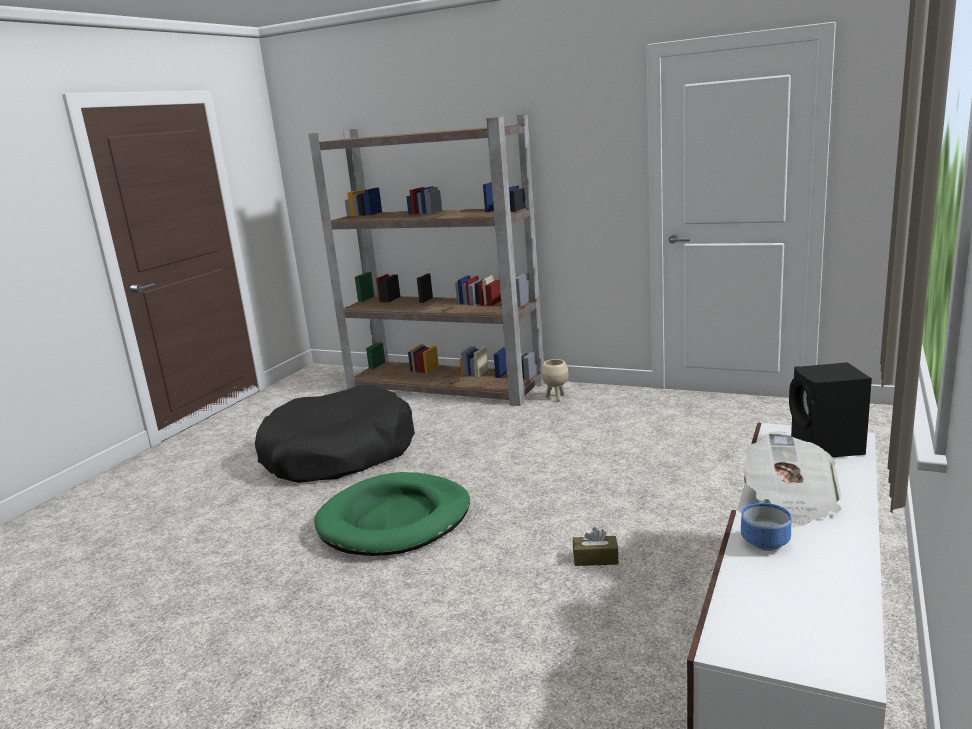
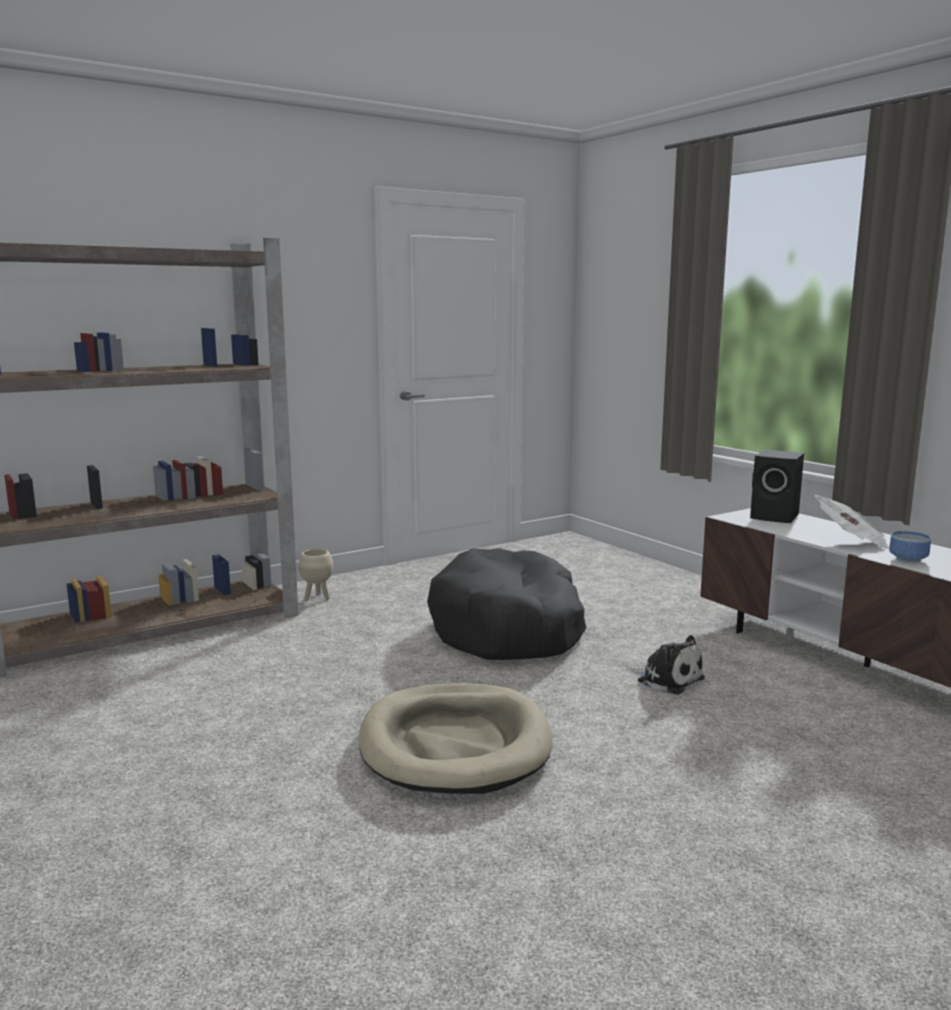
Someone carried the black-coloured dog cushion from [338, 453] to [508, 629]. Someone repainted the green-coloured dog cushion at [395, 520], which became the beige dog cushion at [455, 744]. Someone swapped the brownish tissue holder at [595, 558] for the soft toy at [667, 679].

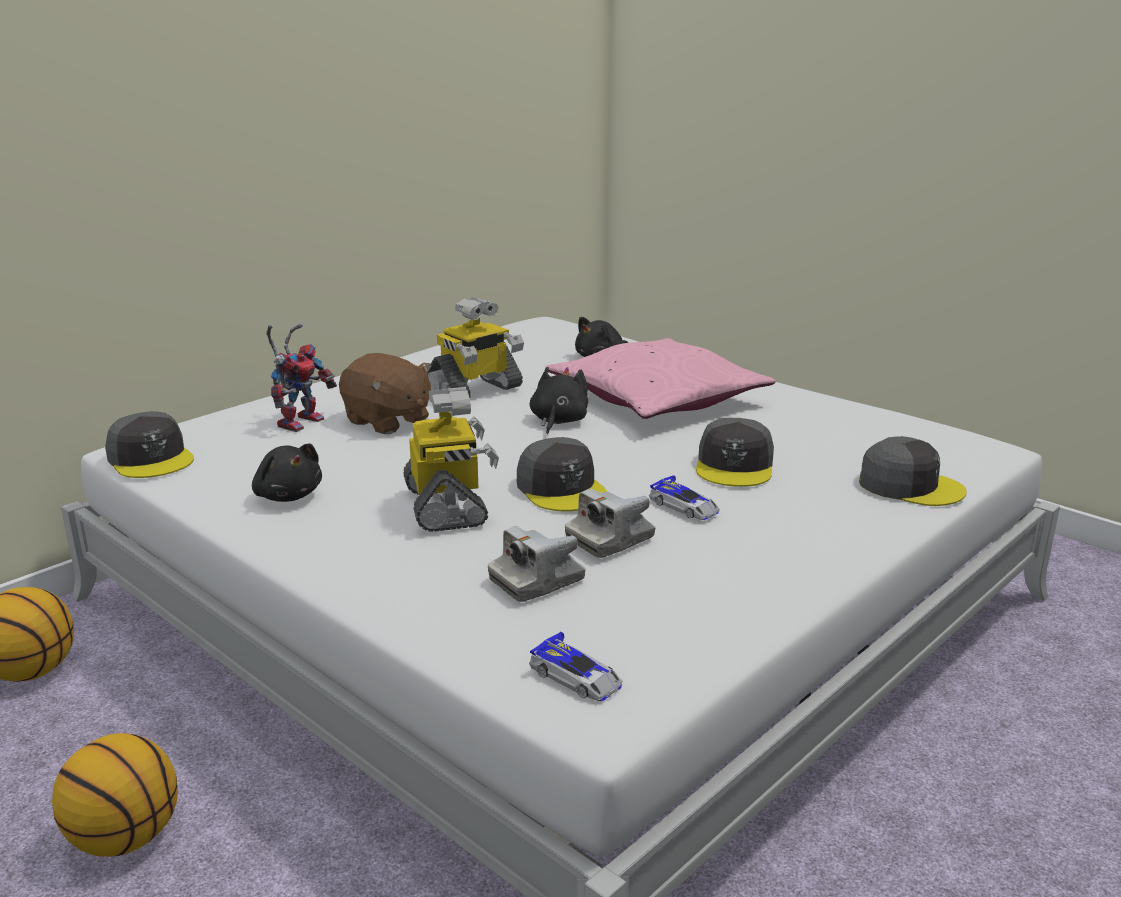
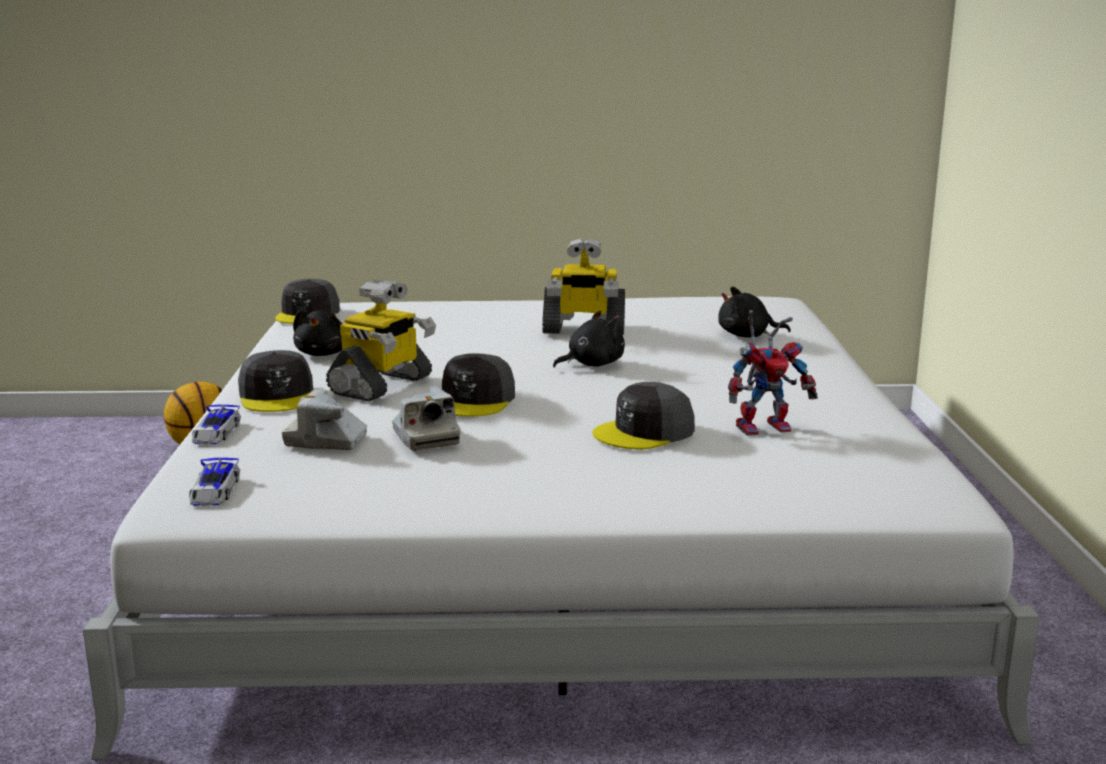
Someone carried the robot figure from [301, 421] to [765, 426]. Someone took away the pinkish pillow at [656, 399]. Someone took away the brownish soft toy at [387, 421]. Someone carried the gray cap from [909, 486] to [278, 396]. Someone carried the miniature car from [685, 507] to [215, 433]. Someone rotated the still camera at [610, 539] by 120 degrees counterclockwise. Someone took away the basketball ball at [125, 838].

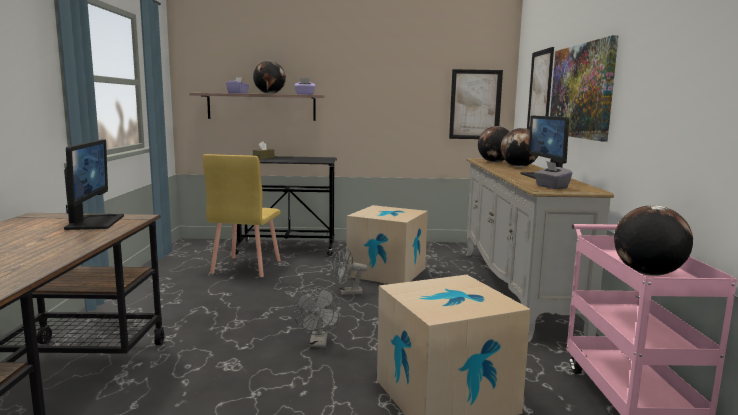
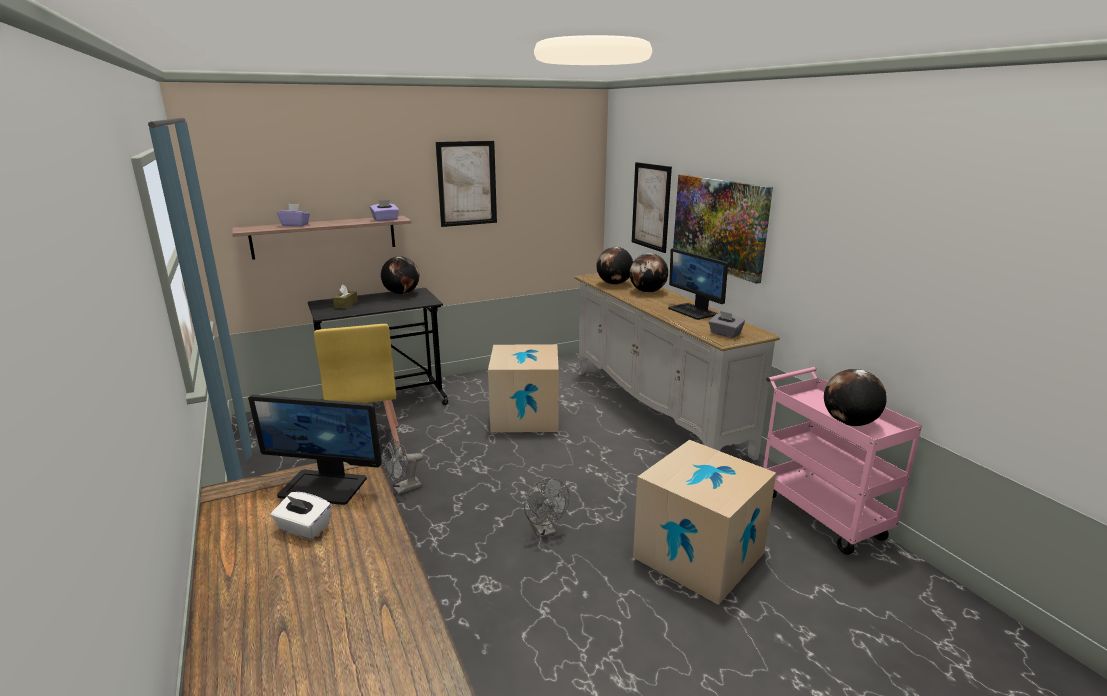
Someone carried the desk globe from [269, 94] to [401, 294]. Someone carried the picture from [475, 104] to [467, 183]. Someone rotated the computer display at [94, 222] by 135 degrees clockwise. Someone carried the gray cooling fan from [347, 293] to [403, 489]. Someone put down the white tissue holder at [303, 528].

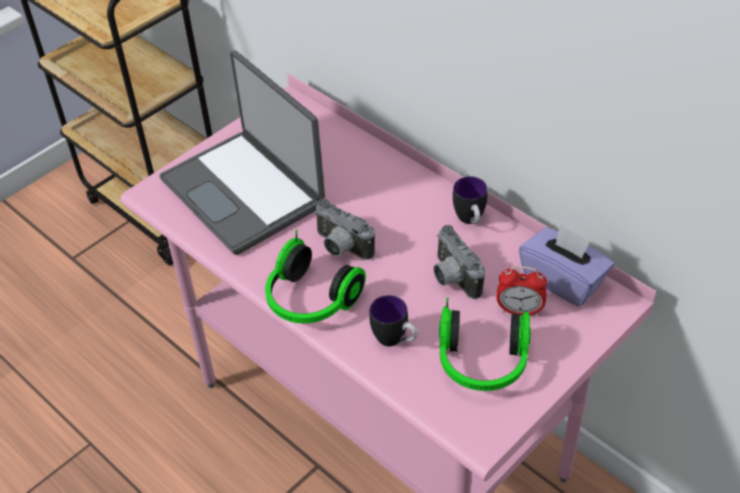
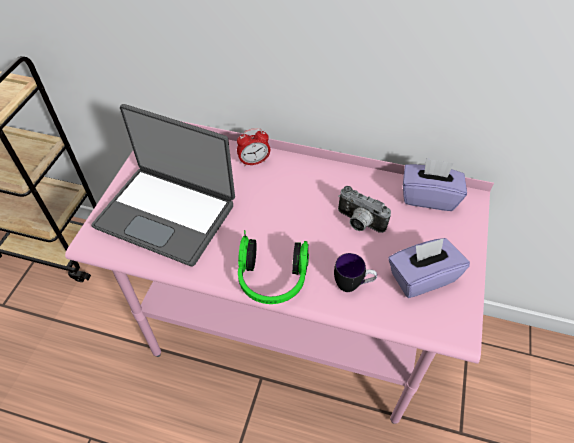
Someone took away the tea mug at [470, 221]. Someone took away the still camera at [340, 248]. Someone carried the alarm clock from [519, 310] to [254, 162]. Someone swapped the pair of headphones at [482, 364] for the purple tissue holder at [421, 277].

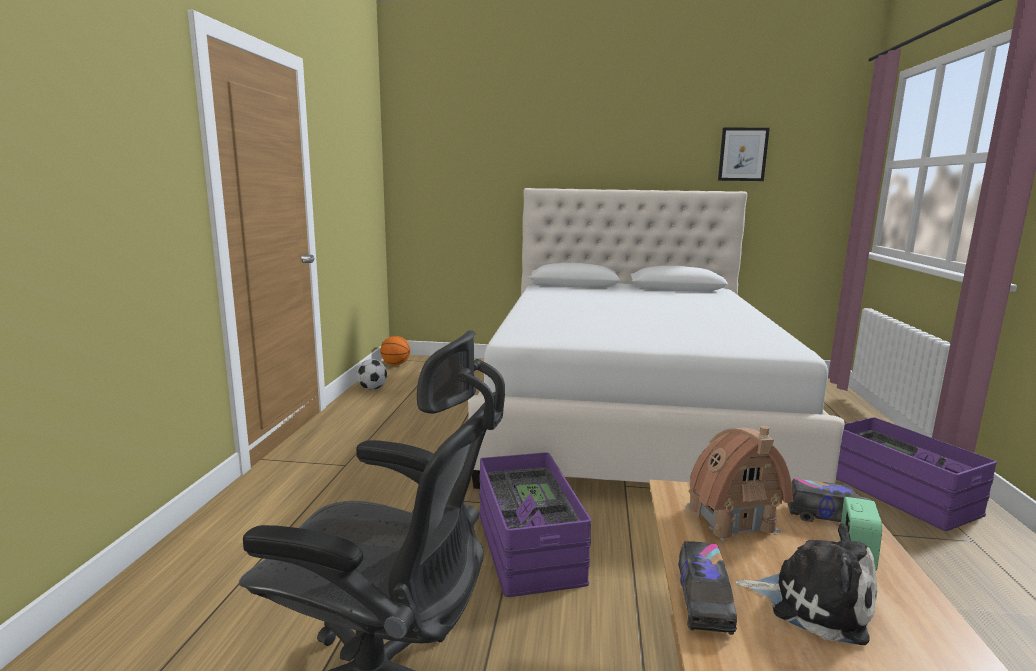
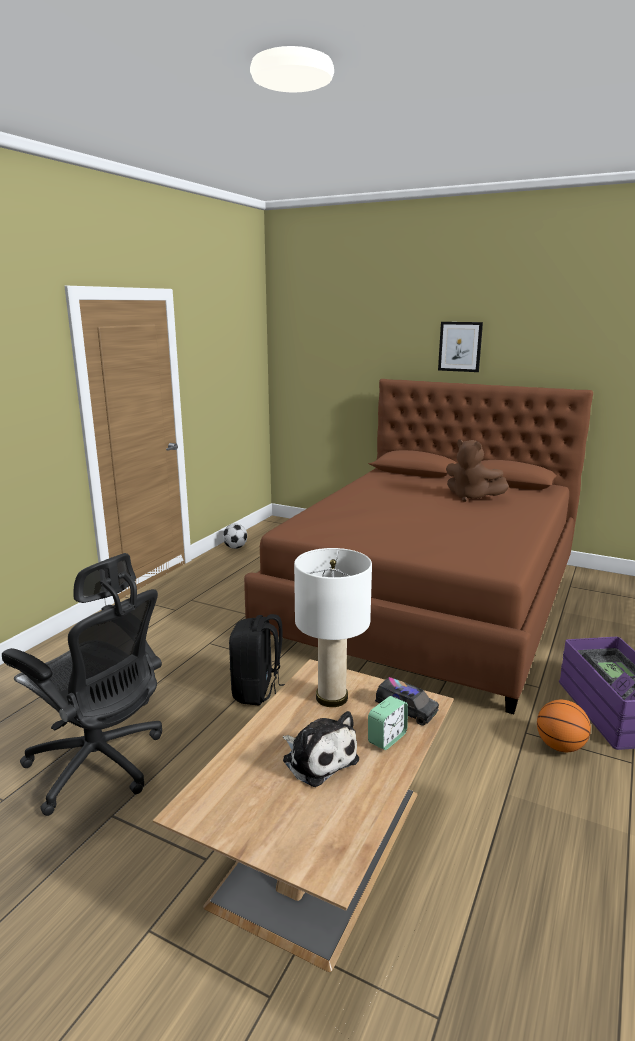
Someone carried the picture from [742, 154] to [460, 346]. Someone repainted the white sleeping bed at [630, 416], which became the brownish sleeping bed at [428, 600]. Someone carried the basketball ball from [395, 364] to [560, 746]. Someone swapped the toy house at [731, 519] for the white lamp for a table at [332, 697]. Someone swapped the purple storage container at [530, 545] for the black-coloured knapsack at [258, 691]. Someone took away the model truck at [704, 602]. Someone put down the brownish soft toy at [471, 497].

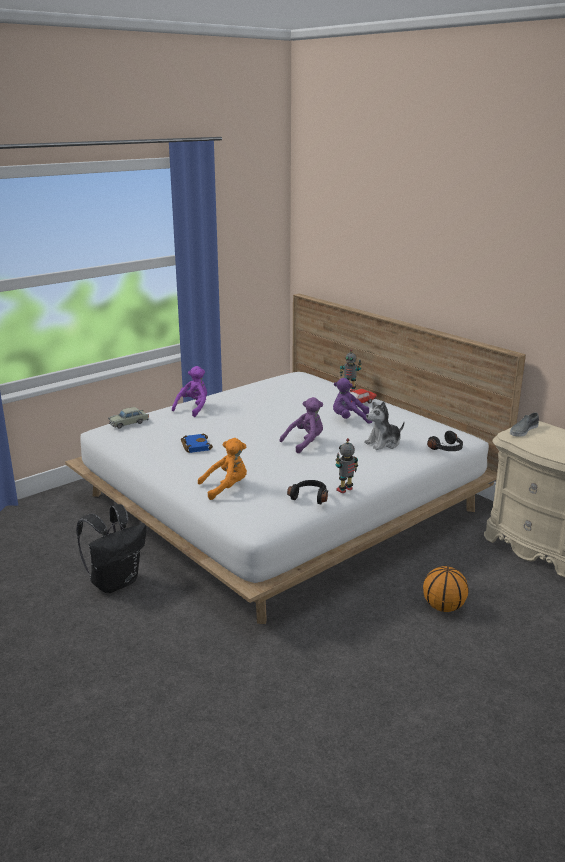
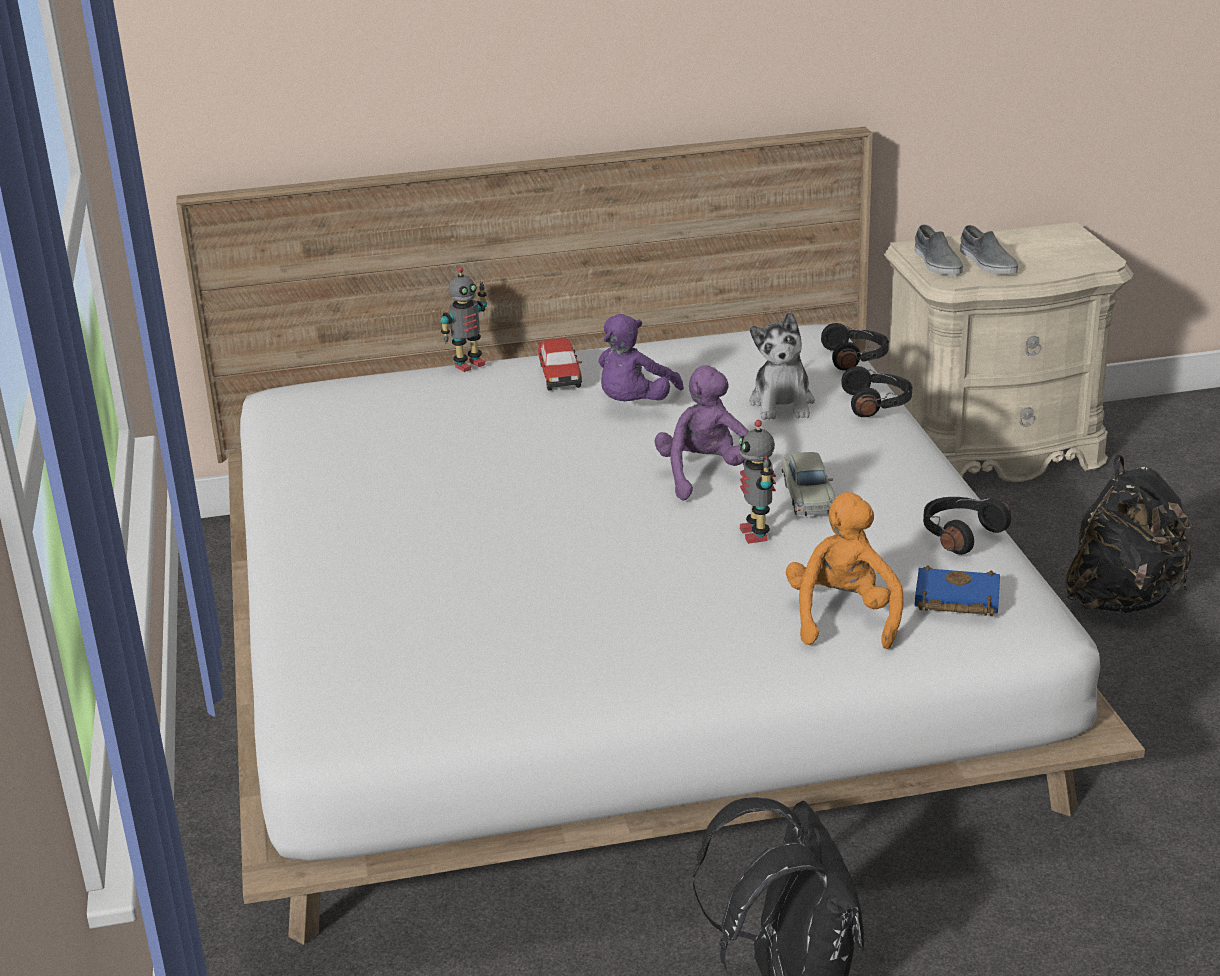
Someone took away the purple soft toy at [193, 408]. Someone carried the beige miniature car from [129, 423] to [808, 496]. Someone carried the blue-coloured volume from [195, 446] to [954, 600]. Someone carried the robot figure from [345, 490] to [756, 534]. Someone swapped the basketball ball at [444, 607] for the black-coloured knapsack at [1121, 599]. Someone put down the gray shoe at [987, 262]. Someone put down the black-coloured pair of headphones at [877, 404].

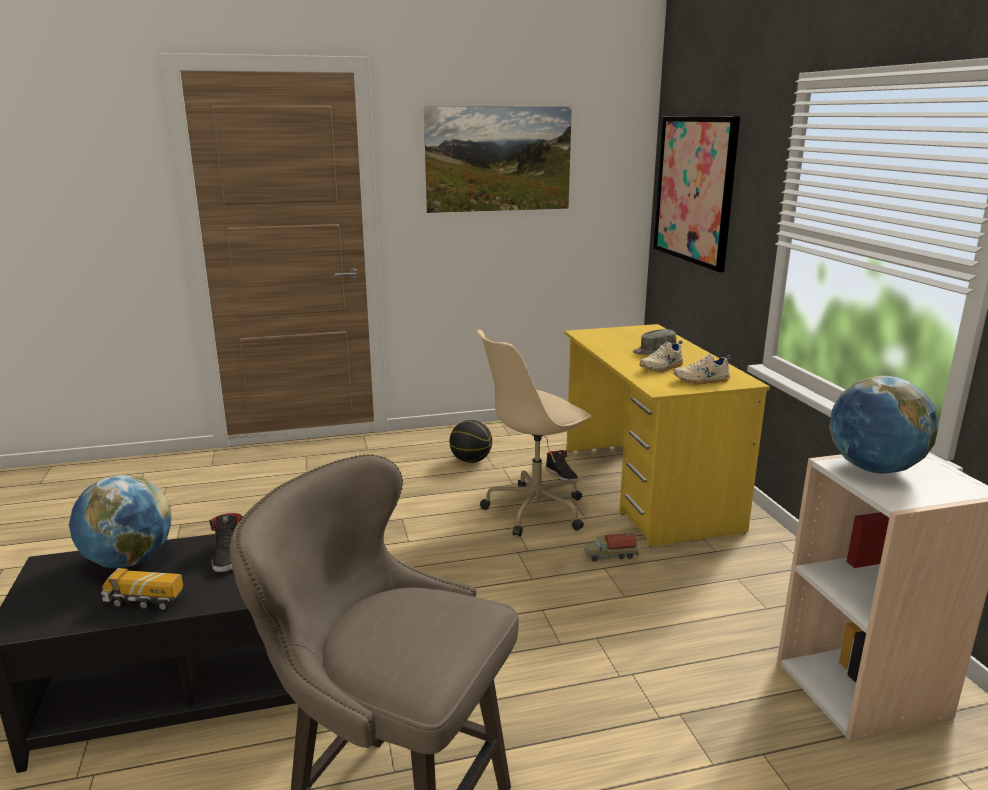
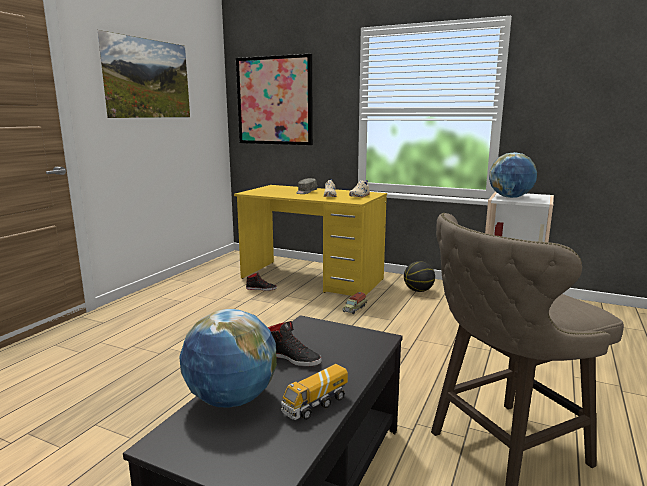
Someone took away the beige office chair at [533, 512]. Someone carried the basketball ball from [471, 460] to [418, 291].

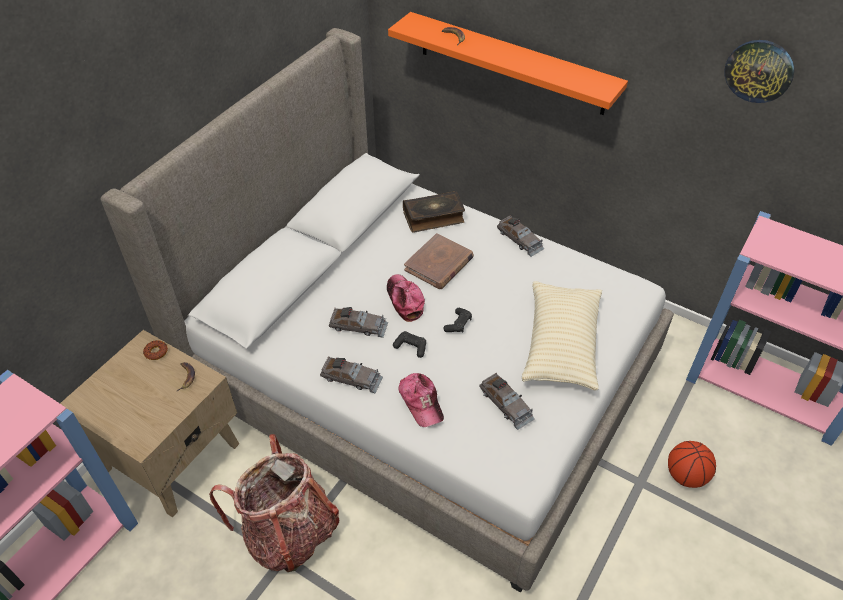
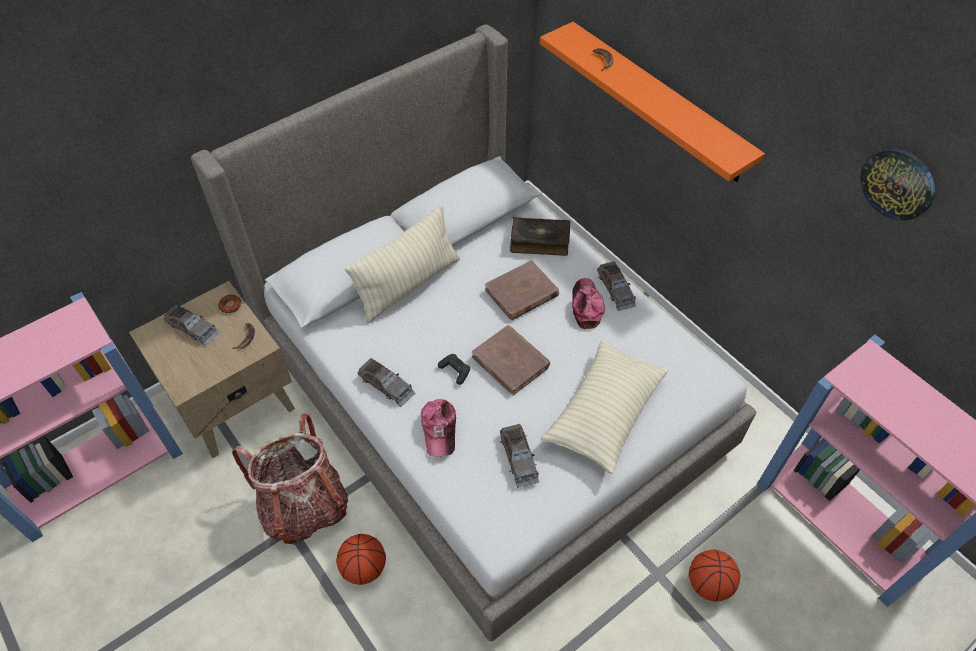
Someone carried the cap from [404, 300] to [586, 306]. Someone carried the gray miniature car from [358, 326] to [192, 328]. Someone swapped the black-coloured joypad at [458, 324] for the brownish volume at [511, 361]. Someone put down the beige pillow at [408, 285]. Someone put down the basketball ball at [364, 567].

